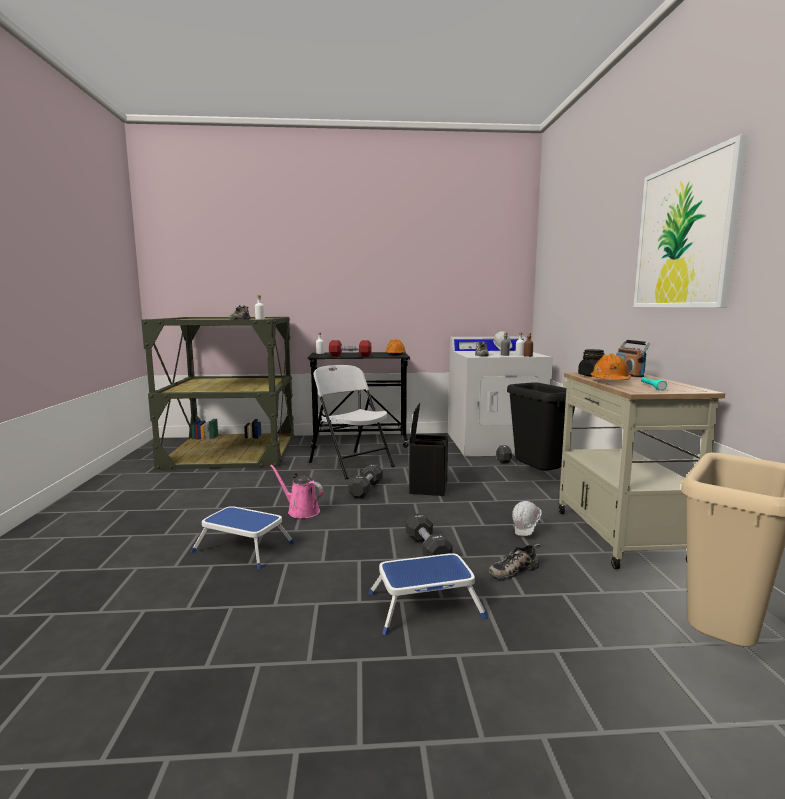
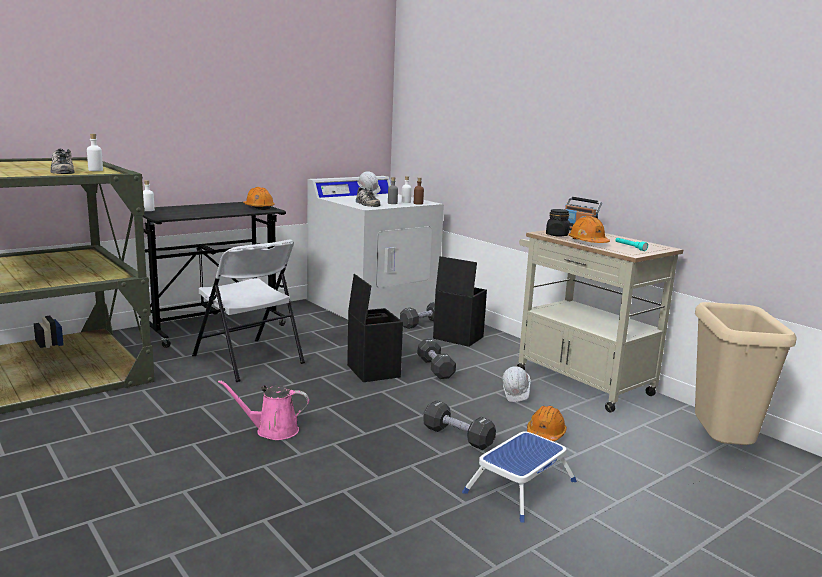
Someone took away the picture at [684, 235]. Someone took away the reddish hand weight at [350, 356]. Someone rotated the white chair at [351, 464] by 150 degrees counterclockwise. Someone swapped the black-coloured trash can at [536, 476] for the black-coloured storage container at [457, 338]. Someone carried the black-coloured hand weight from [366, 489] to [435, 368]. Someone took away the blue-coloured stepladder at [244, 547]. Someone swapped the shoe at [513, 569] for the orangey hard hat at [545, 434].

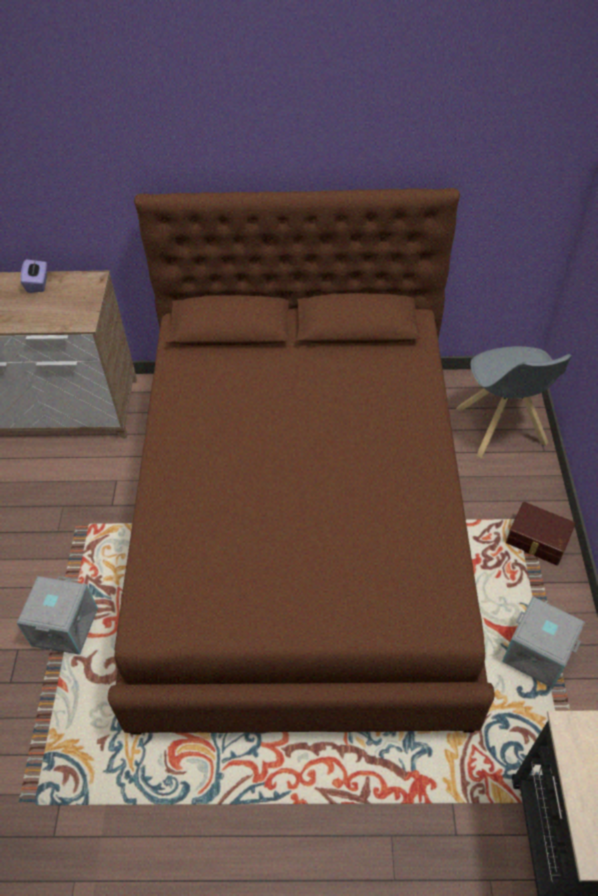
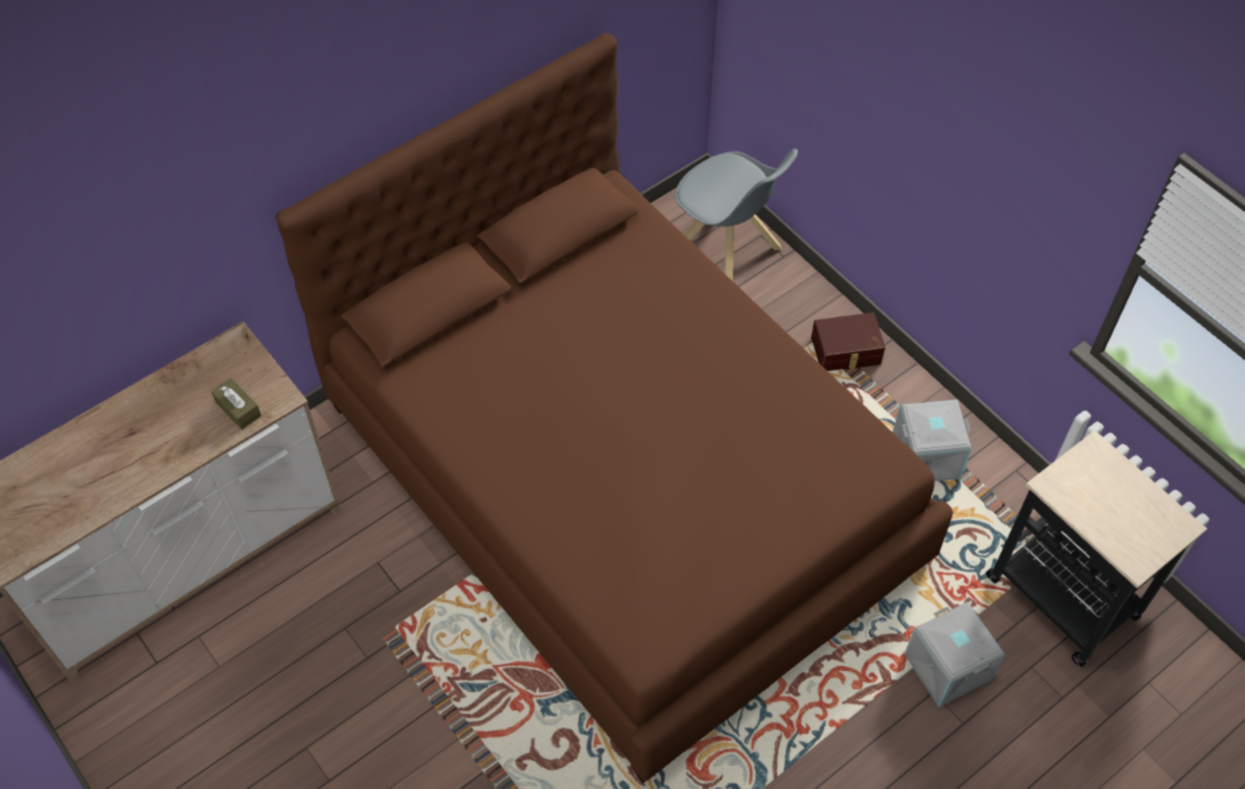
Someone took away the purple tissue holder at [38, 284]. Someone carried the gray storage container from [64, 626] to [945, 667]. Someone put down the brownish tissue holder at [238, 409].

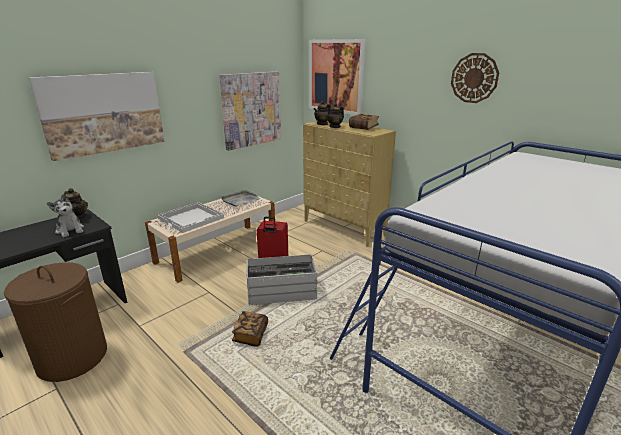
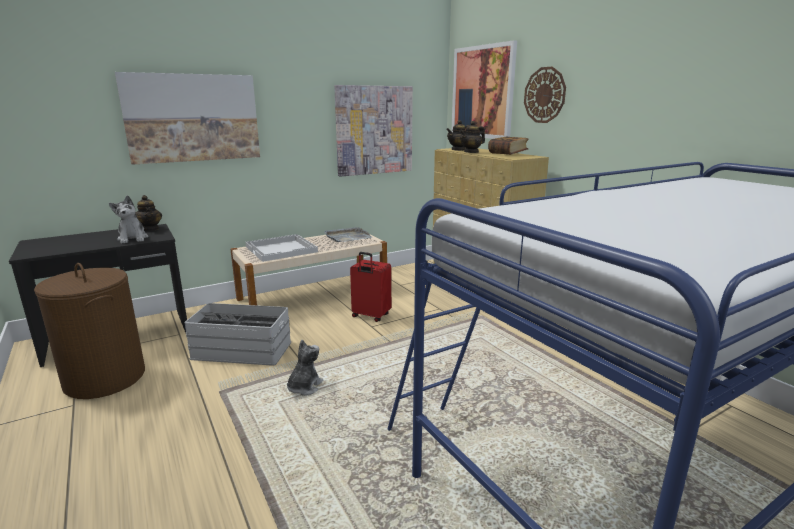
Someone carried the clock on the wall from [474, 78] to [544, 95]. Someone carried the gray storage container from [281, 292] to [241, 350]. Someone swapped the volume at [251, 335] for the soft toy at [304, 387].

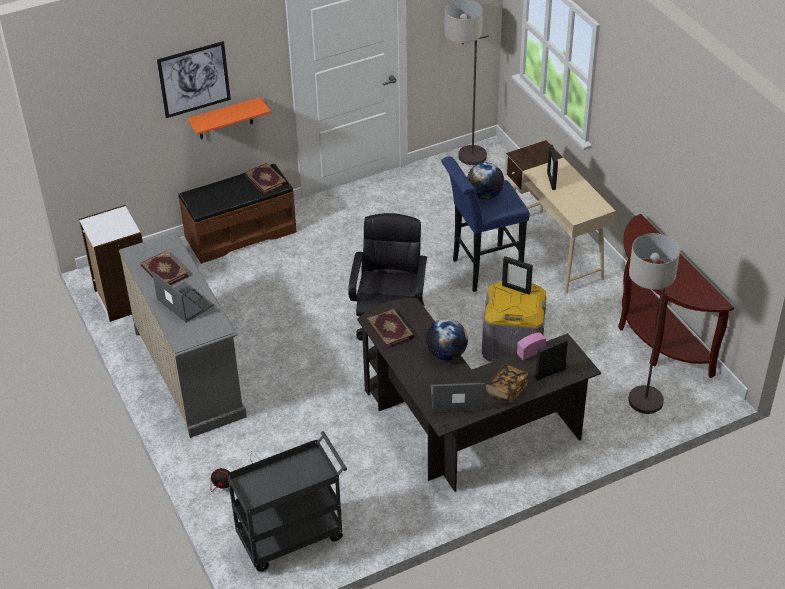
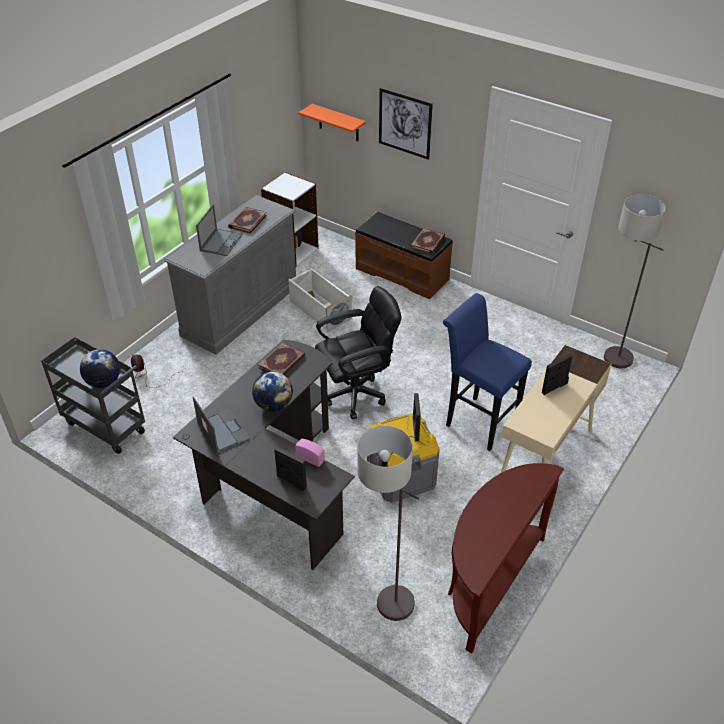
Someone carried the orangey shelf from [225, 119] to [338, 123]. Someone carried the desk globe from [484, 195] to [104, 382]. Someone took away the volume at [506, 389]. Someone put down the white storage container at [319, 310].

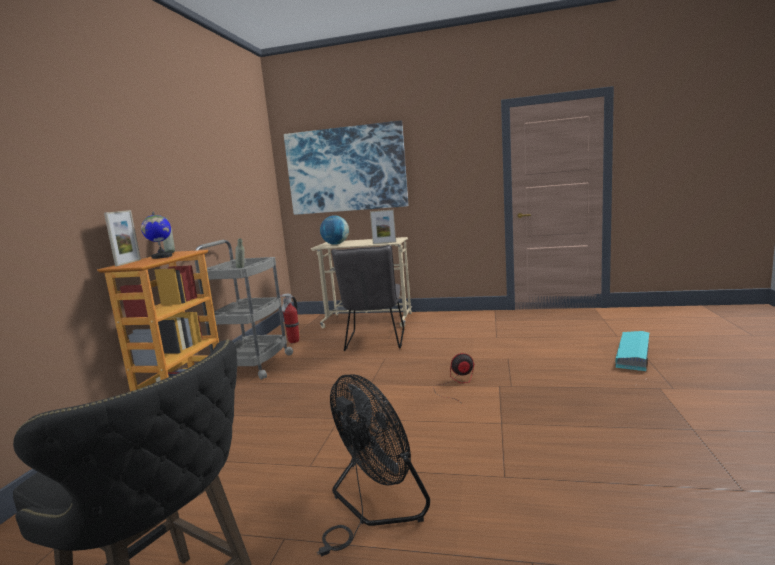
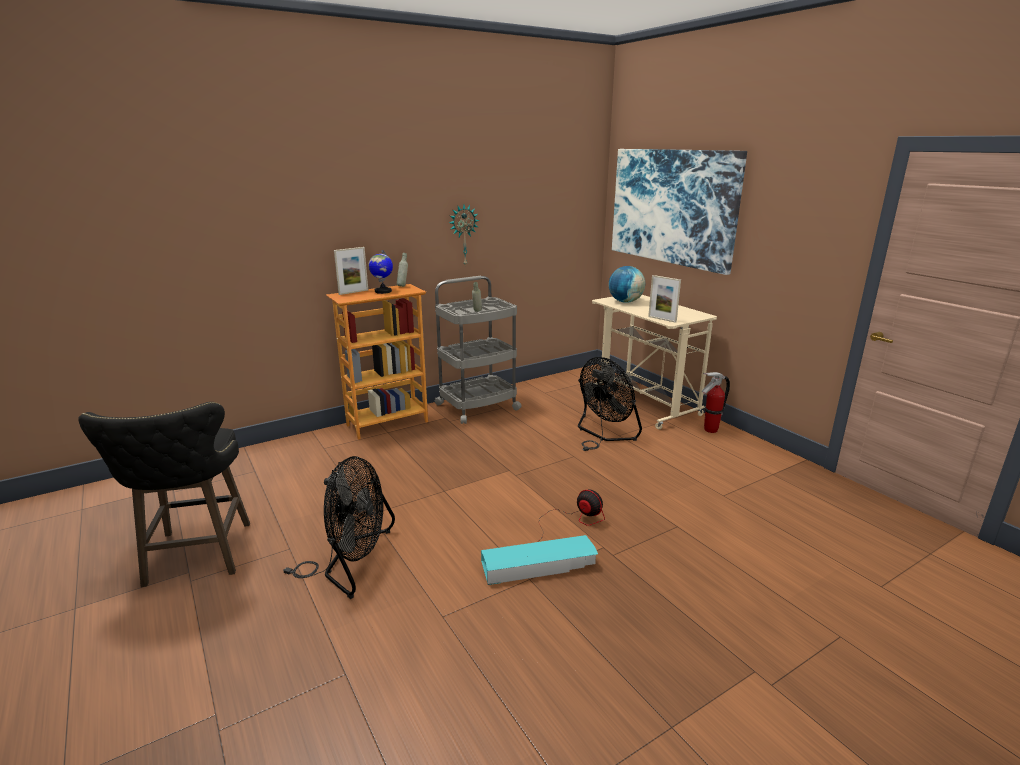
Someone swapped the gray chair at [374, 342] for the black-coloured cooling fan at [600, 433]. Someone carried the fire-fighting cylinder from [293, 341] to [710, 430]. Someone carried the turquoise storage container from [633, 354] to [539, 565]. Someone put up the clock on the wall at [463, 235].

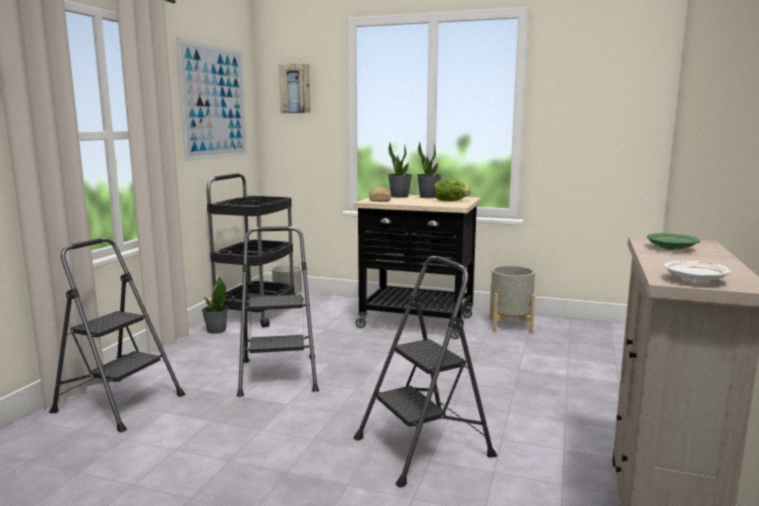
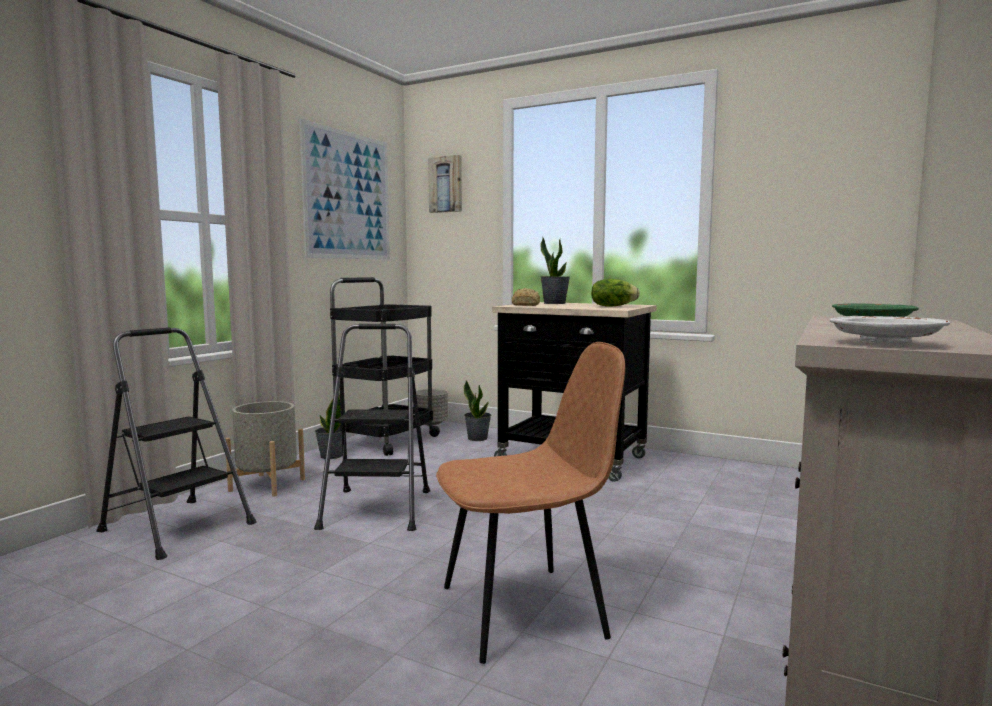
Someone carried the potted plant from [428, 197] to [477, 438]. Someone swapped the black-coloured stepladder at [427, 445] for the brownish chair at [526, 610]. Someone carried the gray plant pot from [510, 325] to [267, 485].

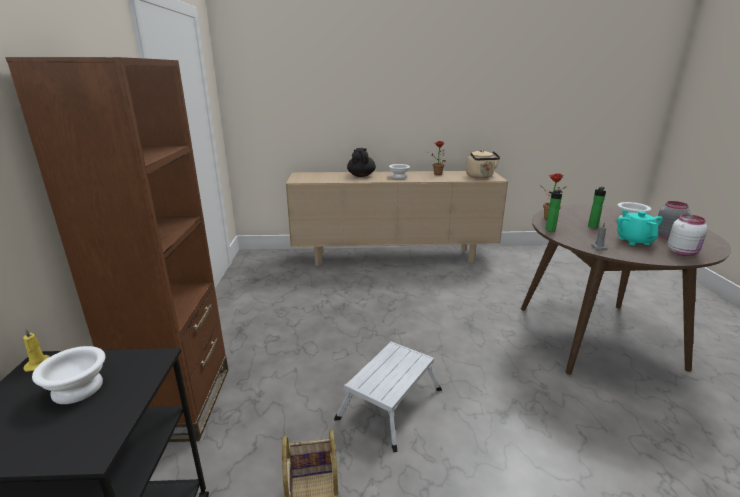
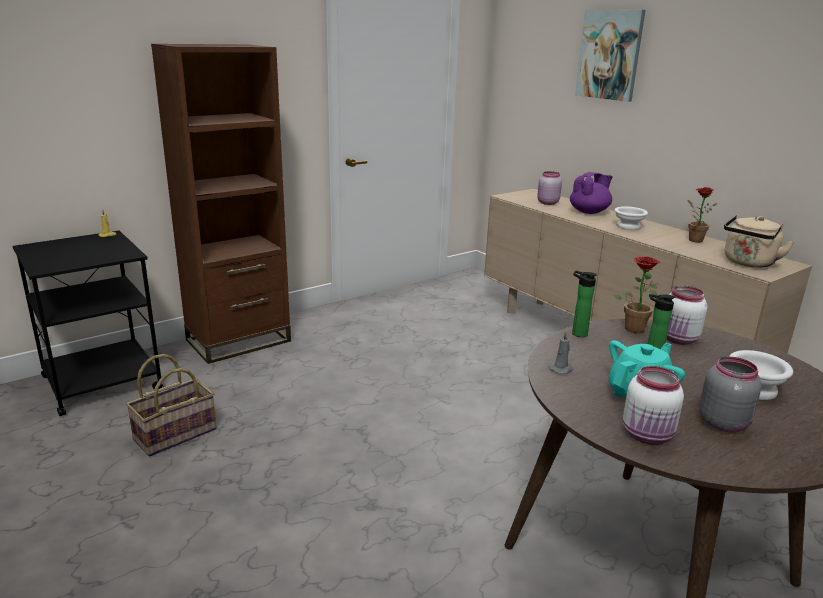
Someone repainted the black-coloured teapot at [361, 175], which became the purple teapot at [589, 212]. Someone took away the white stepladder at [390, 403]. Someone took away the white deep dish at [76, 390]. Someone put up the picture at [610, 55]. Someone put down the pinkish storage jar at [547, 203]. Someone put down the white storage jar at [678, 339].

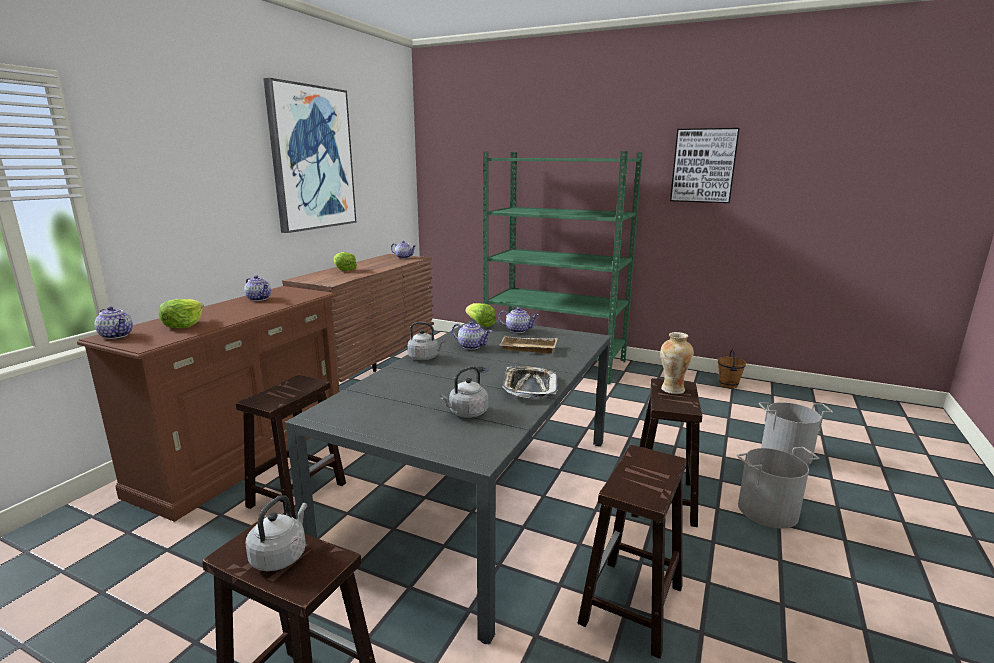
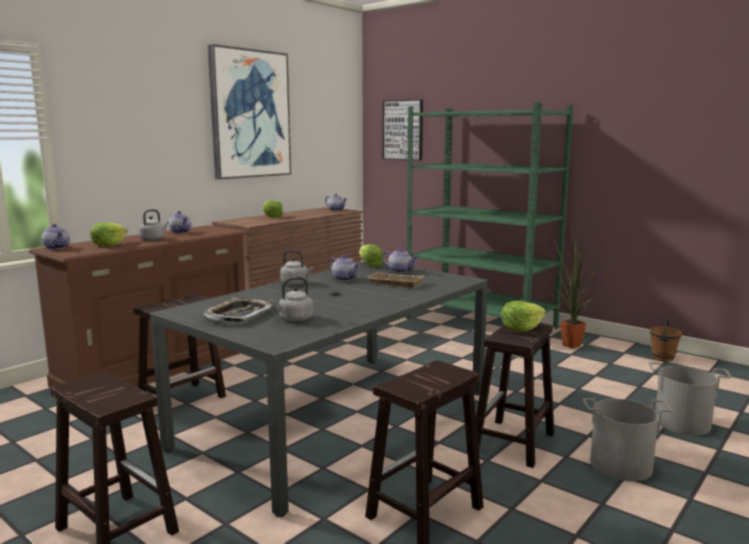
Someone carried the picture from [703, 165] to [403, 130]. Someone swapped the vase at [672, 390] for the lettuce head at [521, 328]. Someone carried the tray from [529, 387] to [239, 315]. Someone carried the gray kettle from [280, 555] to [154, 239]. Someone put down the potted plant at [569, 346].

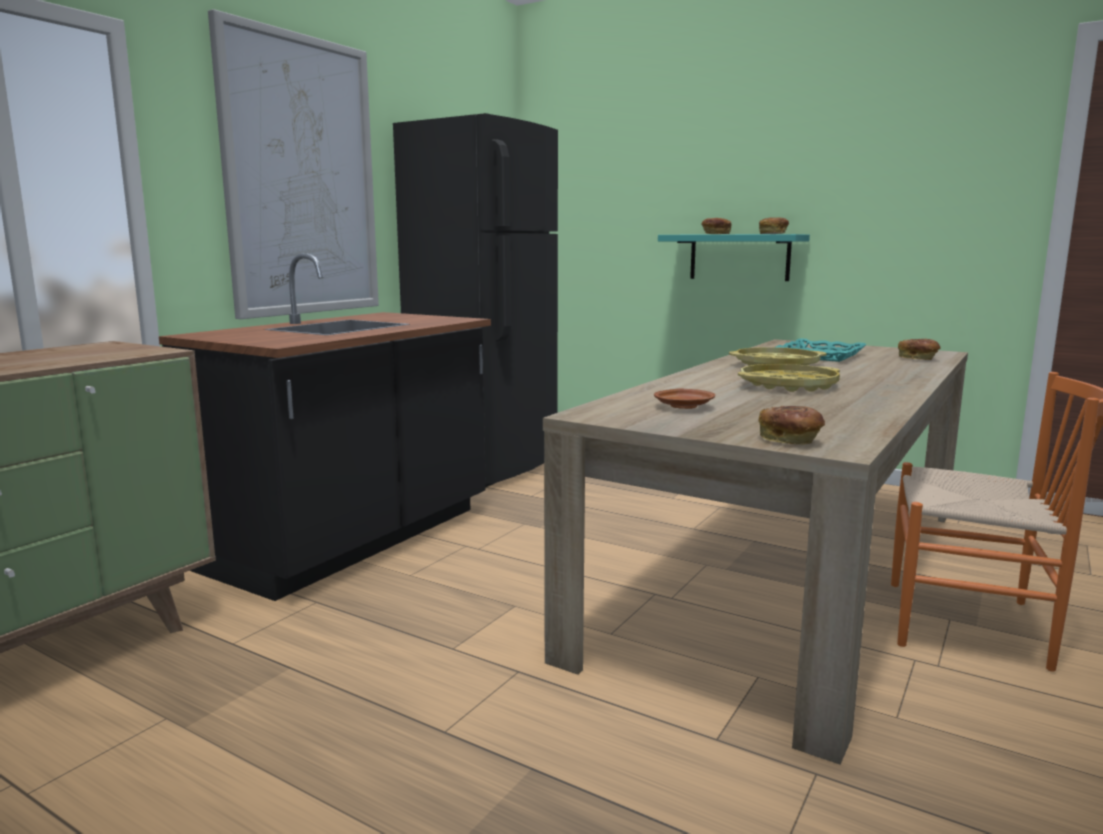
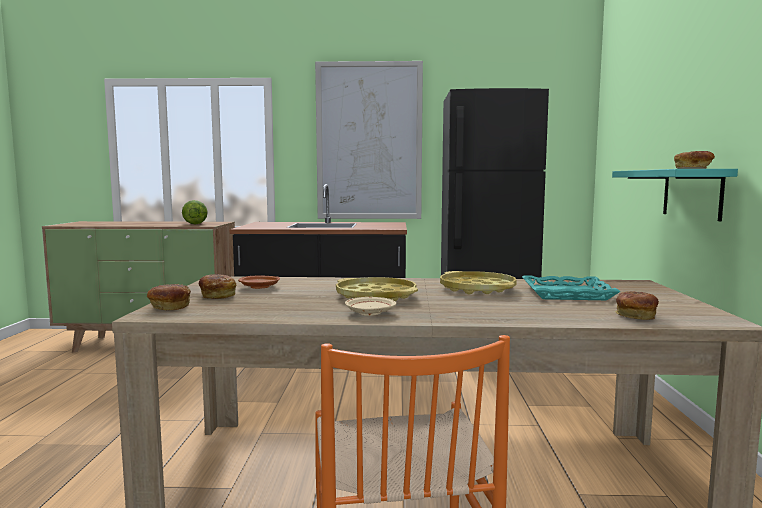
Someone carried the bread from [716, 234] to [217, 296]. Someone put down the lettuce head at [195, 224]. Someone put down the beige flat dish at [369, 313].

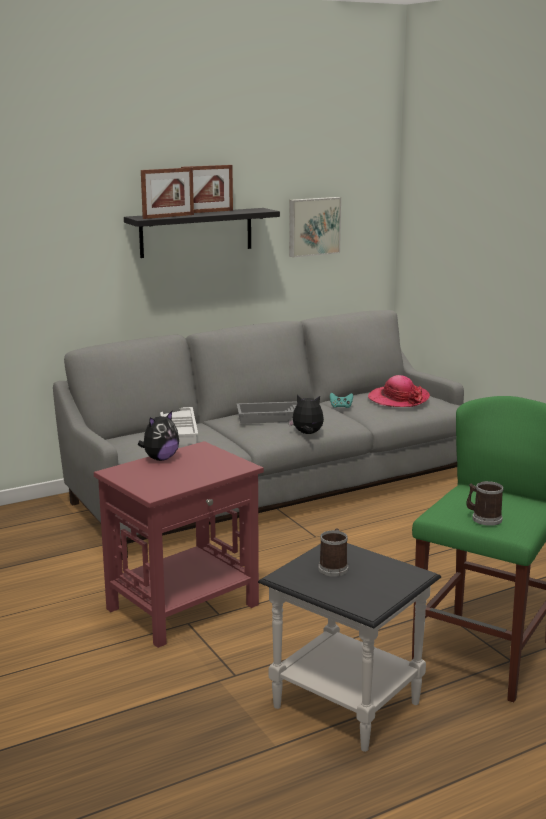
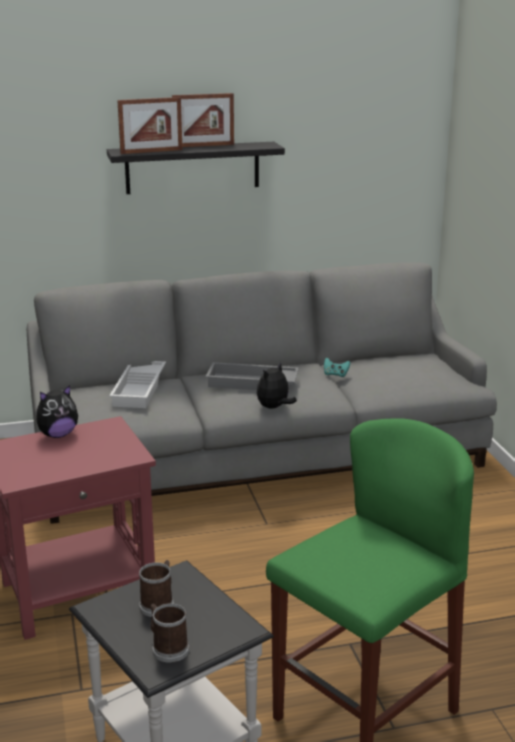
Someone took away the picture at [313, 226]. Someone took away the hat at [398, 399]. Someone rotated the soft toy at [307, 434] by 75 degrees counterclockwise. Someone carried the tea mug from [483, 518] to [167, 648].

